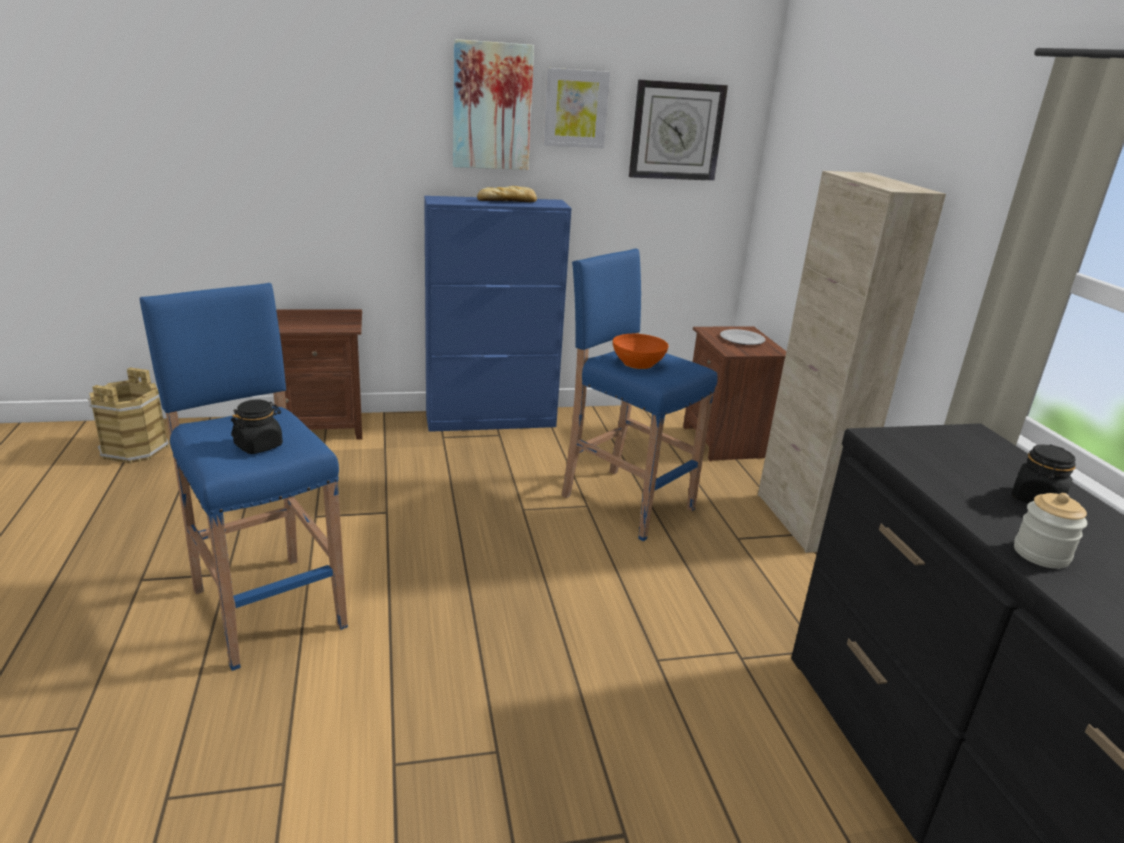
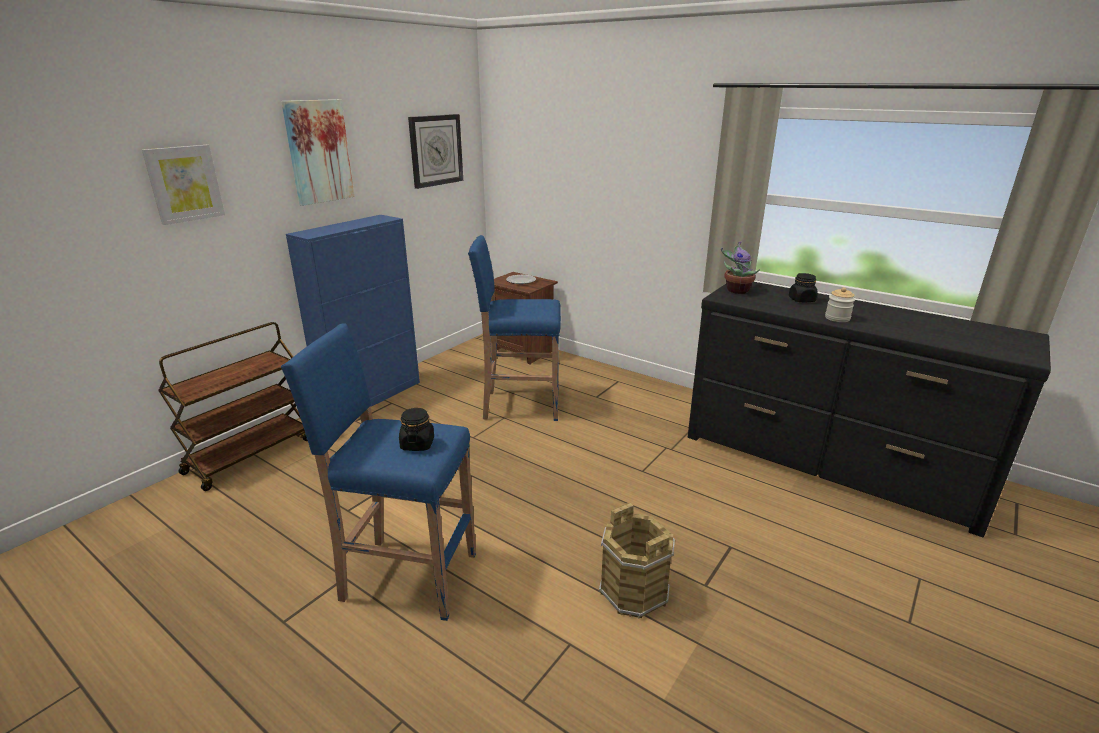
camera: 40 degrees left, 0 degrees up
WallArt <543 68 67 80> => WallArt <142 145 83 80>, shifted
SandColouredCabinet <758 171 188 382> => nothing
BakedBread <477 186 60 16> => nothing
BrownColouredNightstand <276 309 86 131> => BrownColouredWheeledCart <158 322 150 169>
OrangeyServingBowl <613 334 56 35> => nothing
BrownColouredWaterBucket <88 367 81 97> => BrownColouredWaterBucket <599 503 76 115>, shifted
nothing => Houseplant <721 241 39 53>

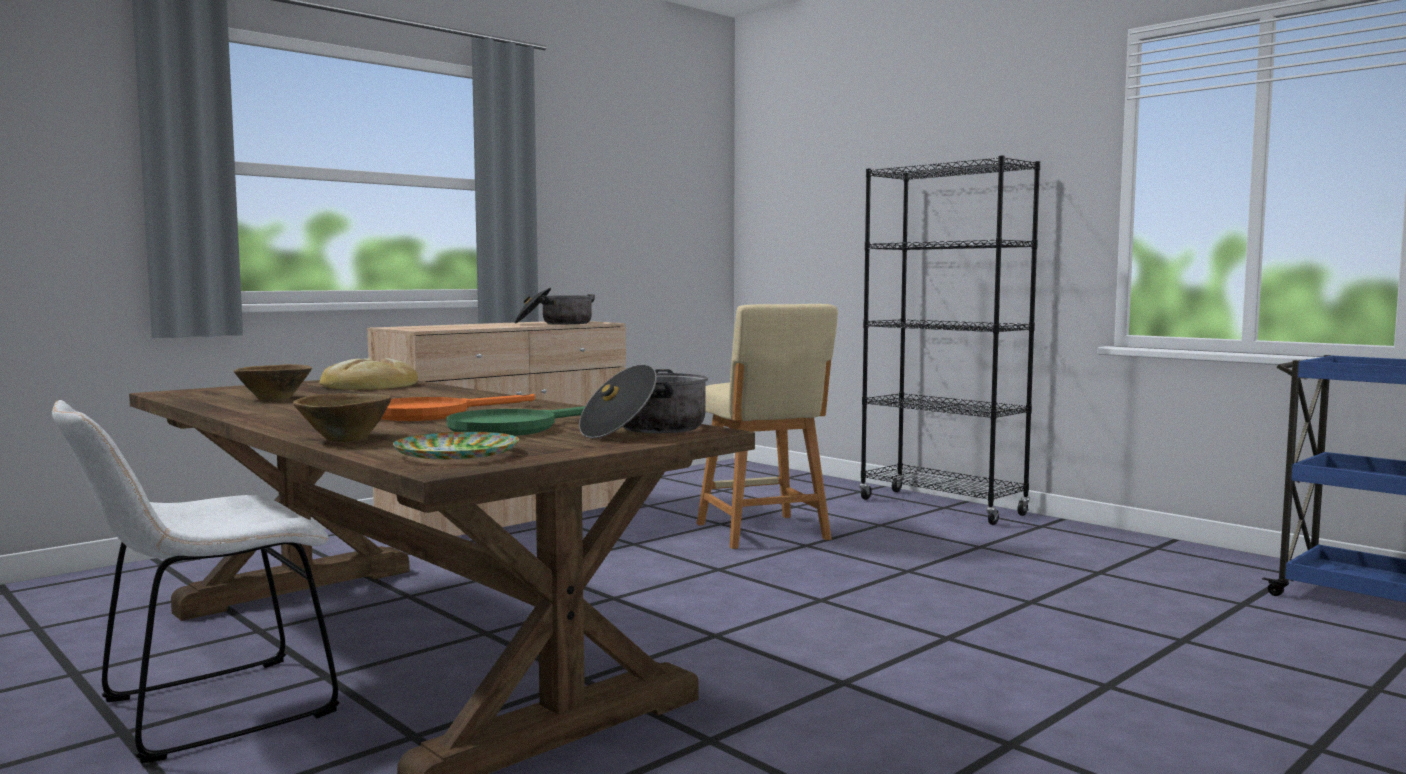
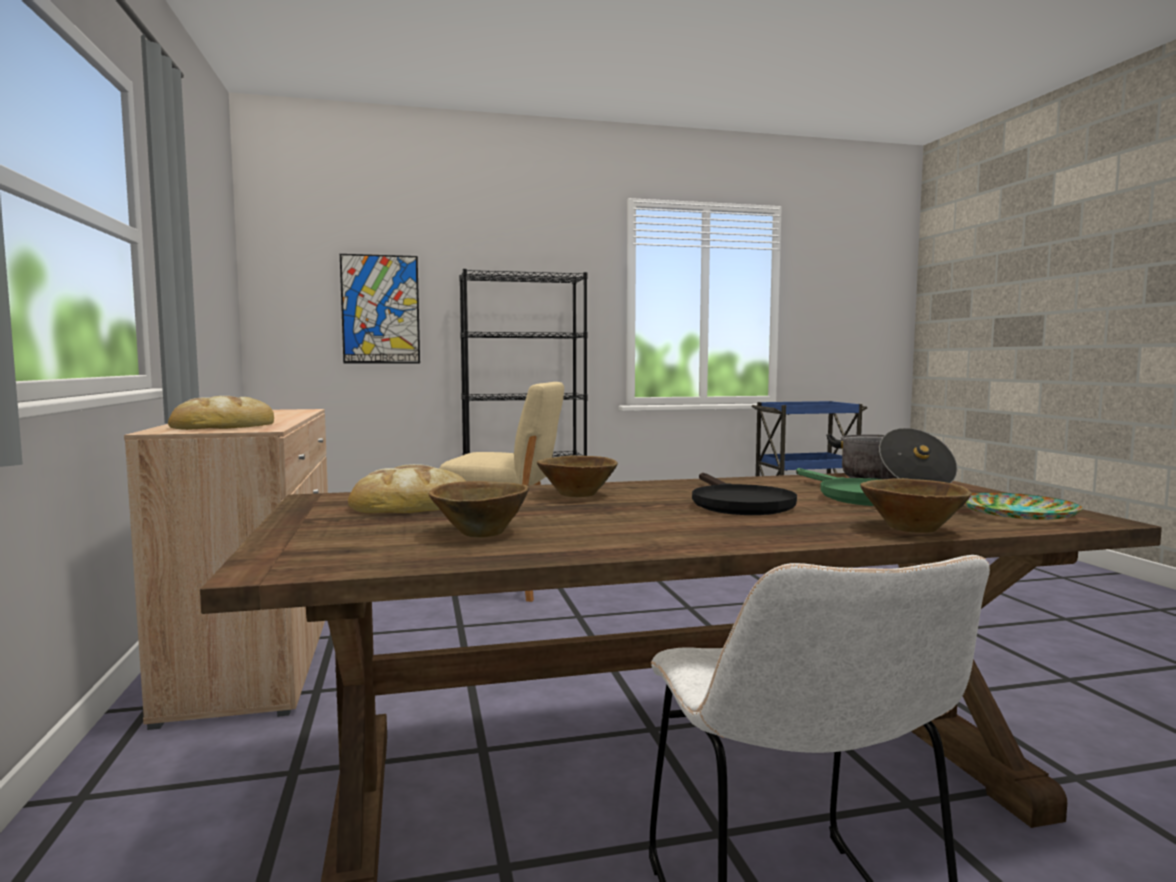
camera: 60 degrees left, 0 degrees up
Stockpot <514 288 81 36> => nothing
OrangeySkillet <381 394 154 27> => BlackSkillet <692 473 105 42>
nothing => WallArt <340 254 80 110>
nothing => BakedBread <168 396 106 34>
nothing => BrownColouredServingBowl <537 456 81 41>

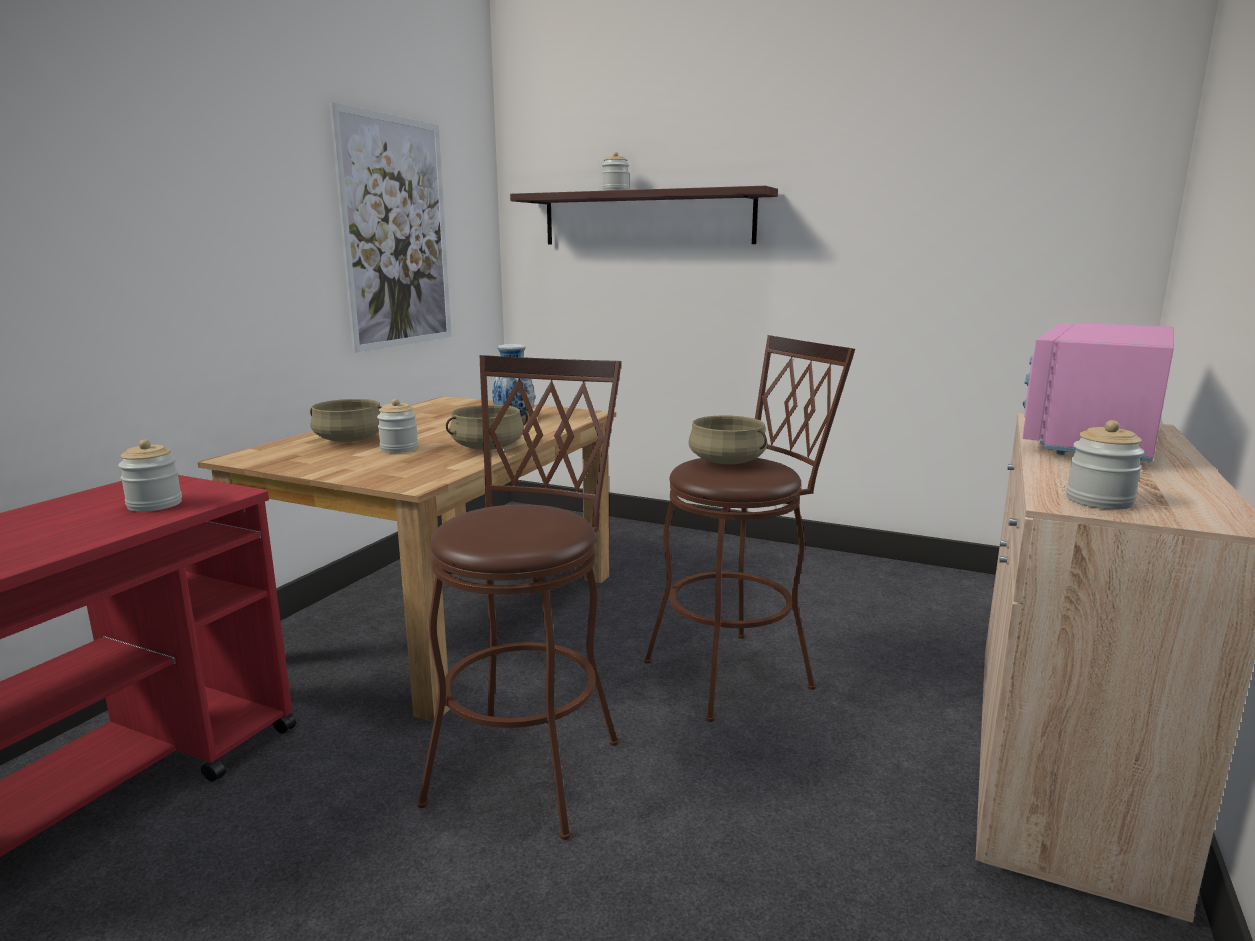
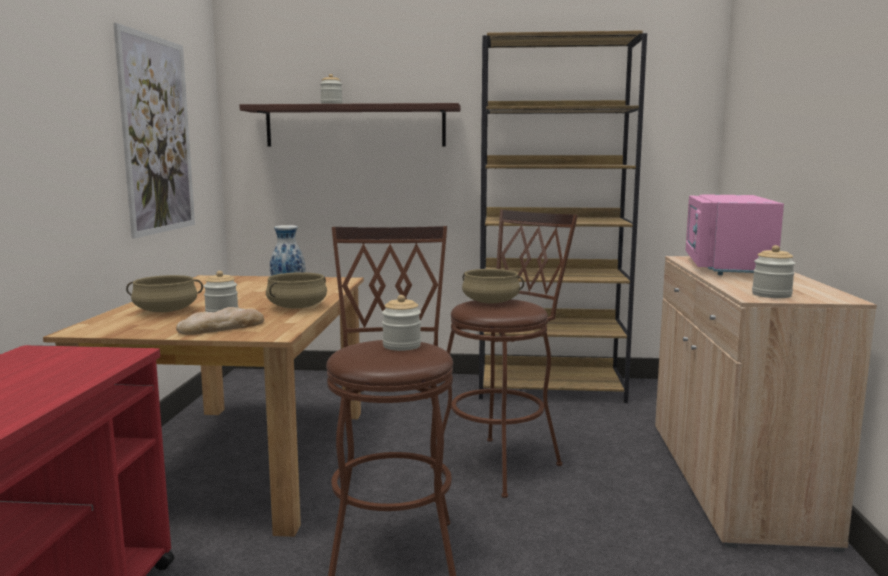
camera: 20 degrees left, 5 degrees down
PreserveJar <118 440 64 72> => PreserveJar <382 295 39 56>, shifted
nothing => BrownColouredShelvingUnit <479 30 168 373>
nothing => BakedBread <176 307 88 28>

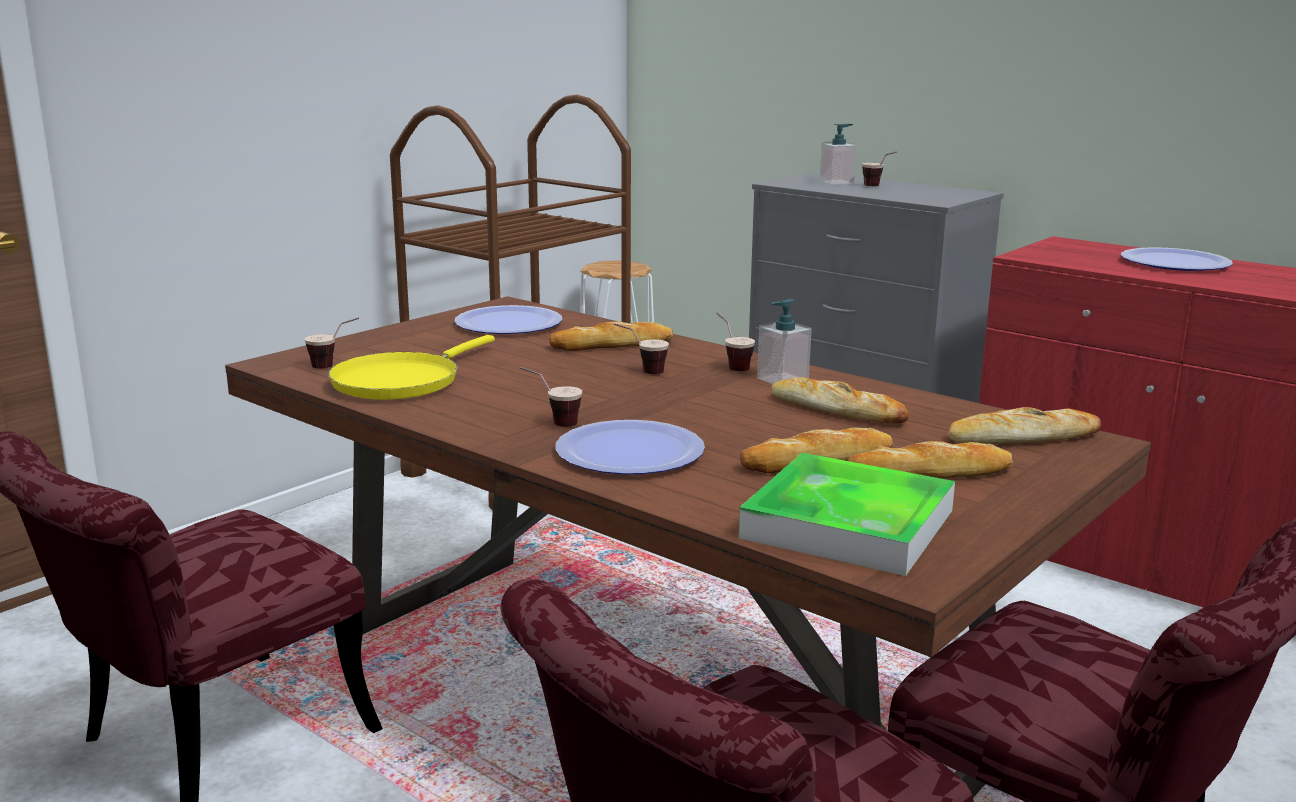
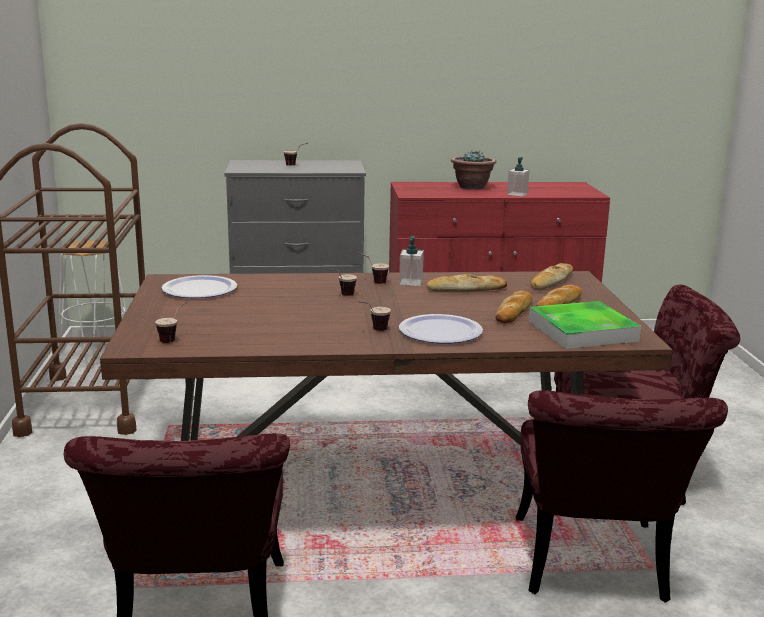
camera: 45 degrees left, 0 degrees up
SoapDispenser <820 124 37 61> => SoapDispenser <507 157 23 39>, shifted
FlatDish <1121 247 112 24> => Houseplant <451 150 45 39>
BakedBread <549 322 124 29> => nothing
YellowColouredSkillet <328 335 167 65> => nothing

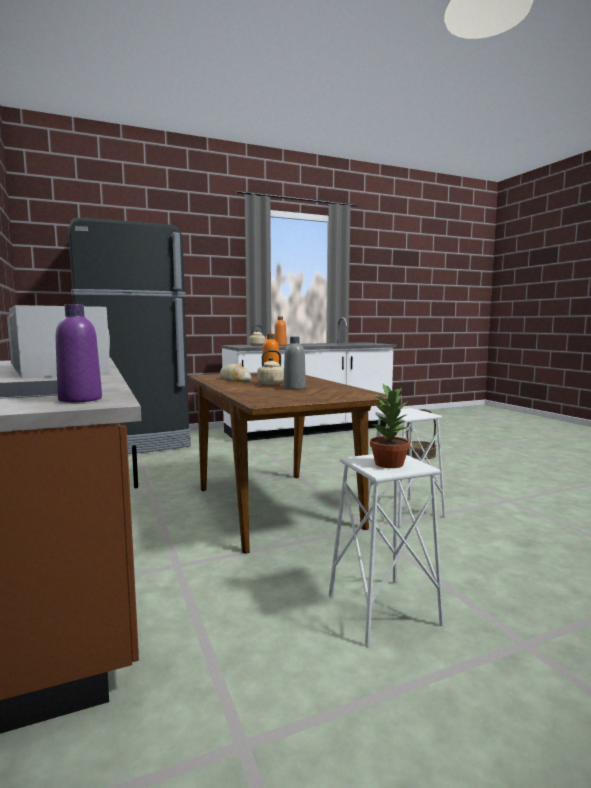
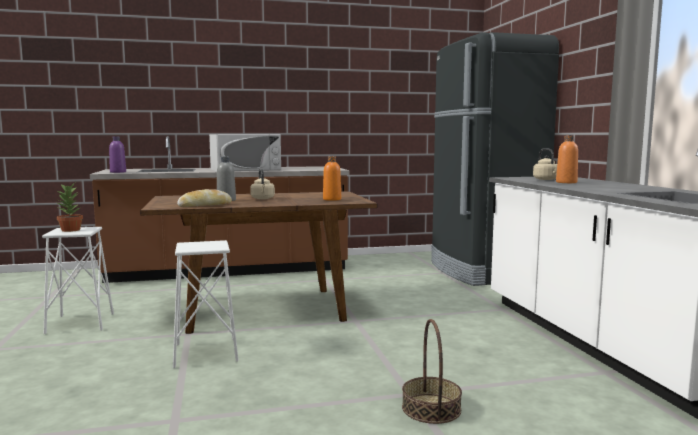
camera: 100 degrees right, 0 degrees up
BakedBread <220 364 31 18> => BakedBread <177 189 55 18>, shifted

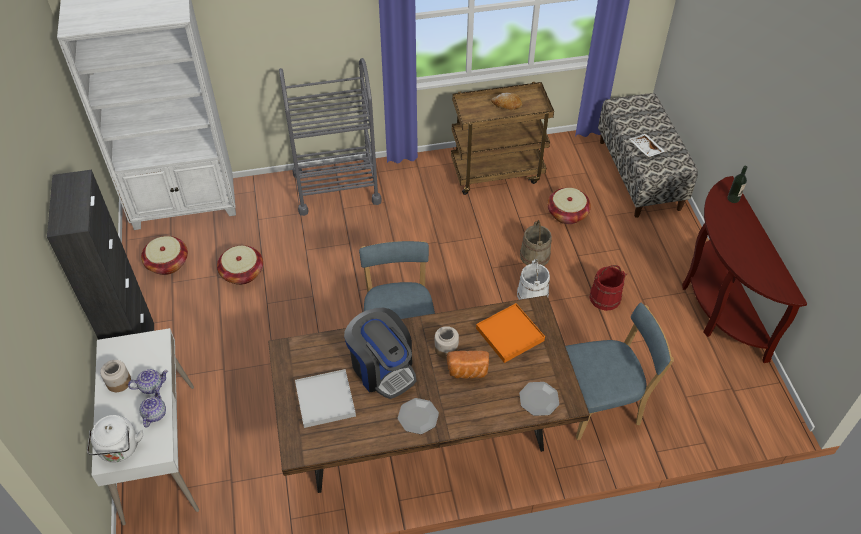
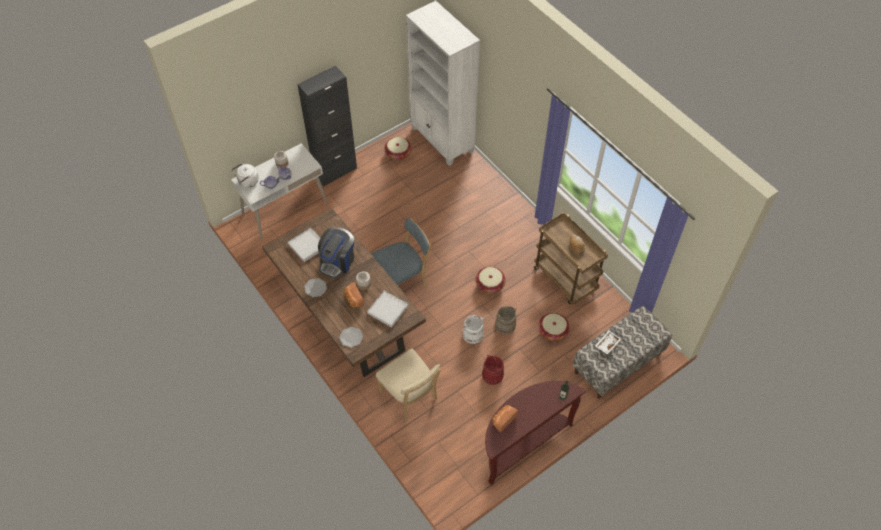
camera: 65 degrees right, 5 degrees up
GrayWheeledCart <279 58 103 158> => nothing
Basket <217 245 46 40> => Basket <475 267 31 26>, shifted
OrangeyTray <476 303 69 60> => WhiteTray <367 291 41 36>
BlueColouredPlainChair <565 303 109 137> => SandColouredPlainChair <376 349 65 73>
nothing => BakedBread <492 405 26 27>

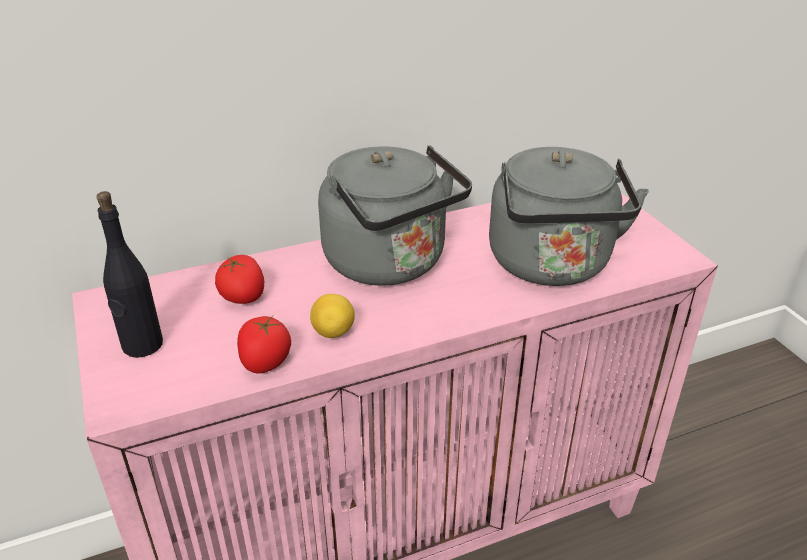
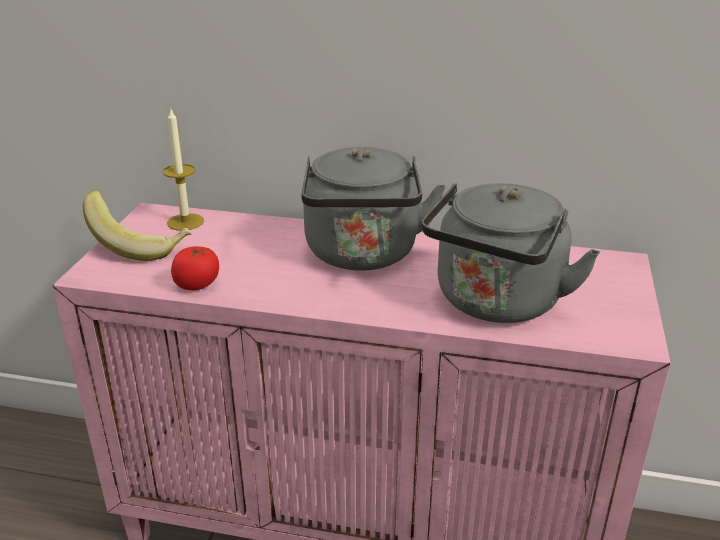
camera: 35 degrees right, 5 degrees down
BlackBeverageBottle <96 191 67 167> => BananaFruit <83 191 108 70>
WholeTomato <215 255 49 49> => nothing
Lemon <310 294 45 44> => nothing
nothing => WaxCandle <163 107 41 124>

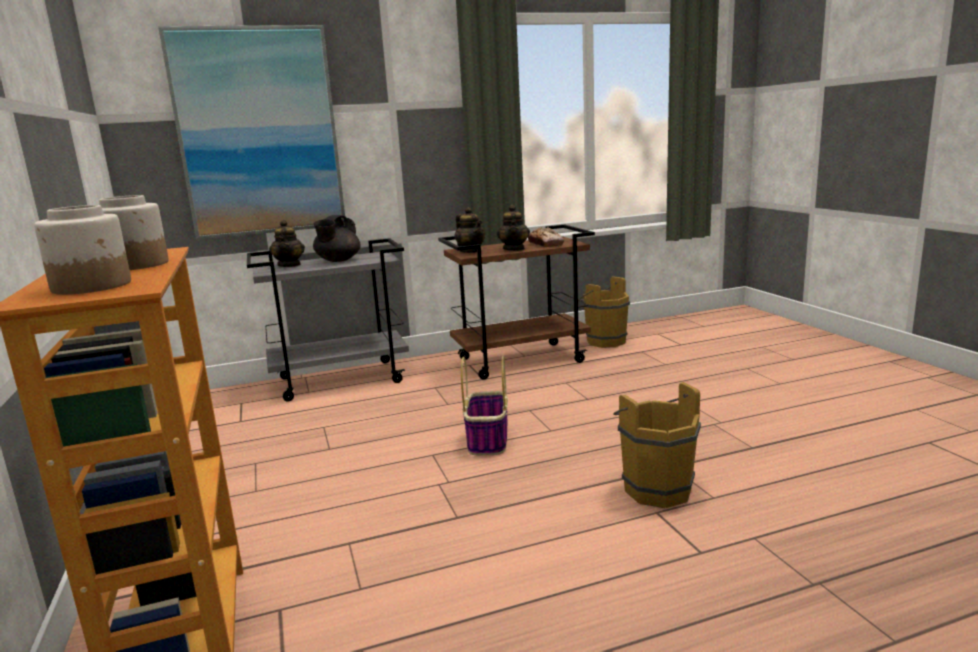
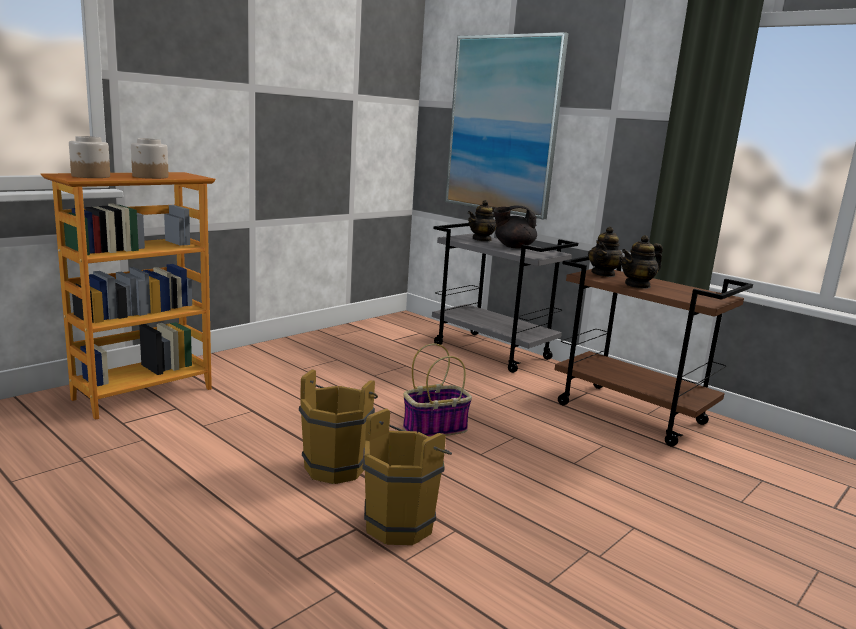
camera: 60 degrees right, 0 degrees up
BakedBread <528 227 36 20> => nothing
BrownColouredWaterBucket <578 276 52 72> => BrownColouredWaterBucket <299 369 79 115>, shifted

